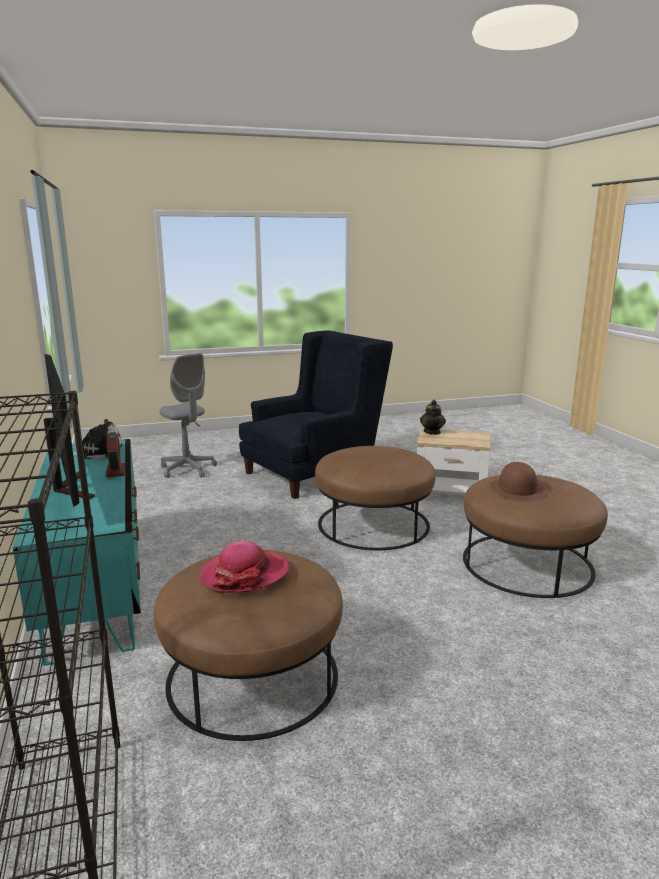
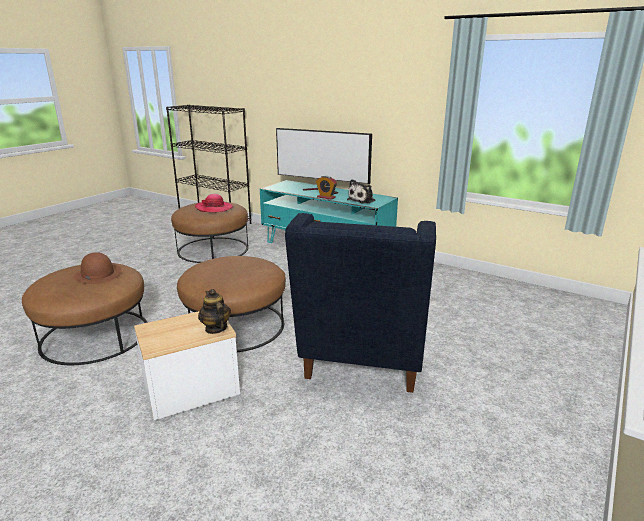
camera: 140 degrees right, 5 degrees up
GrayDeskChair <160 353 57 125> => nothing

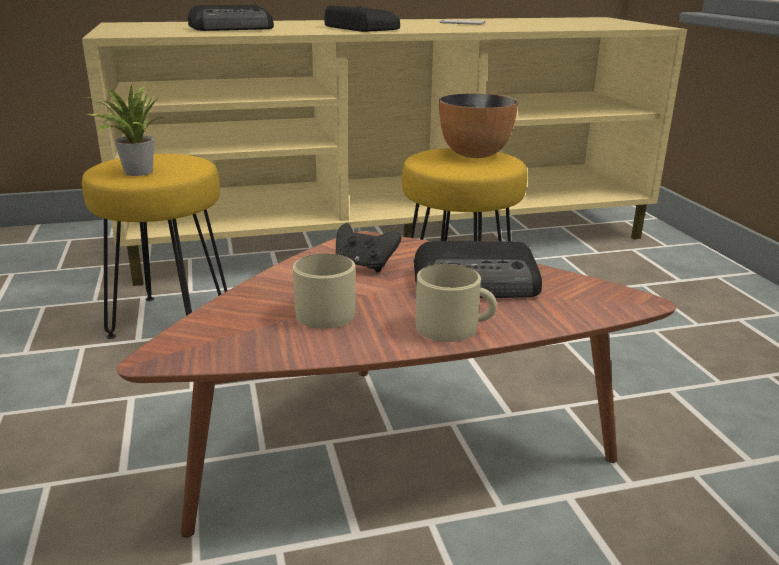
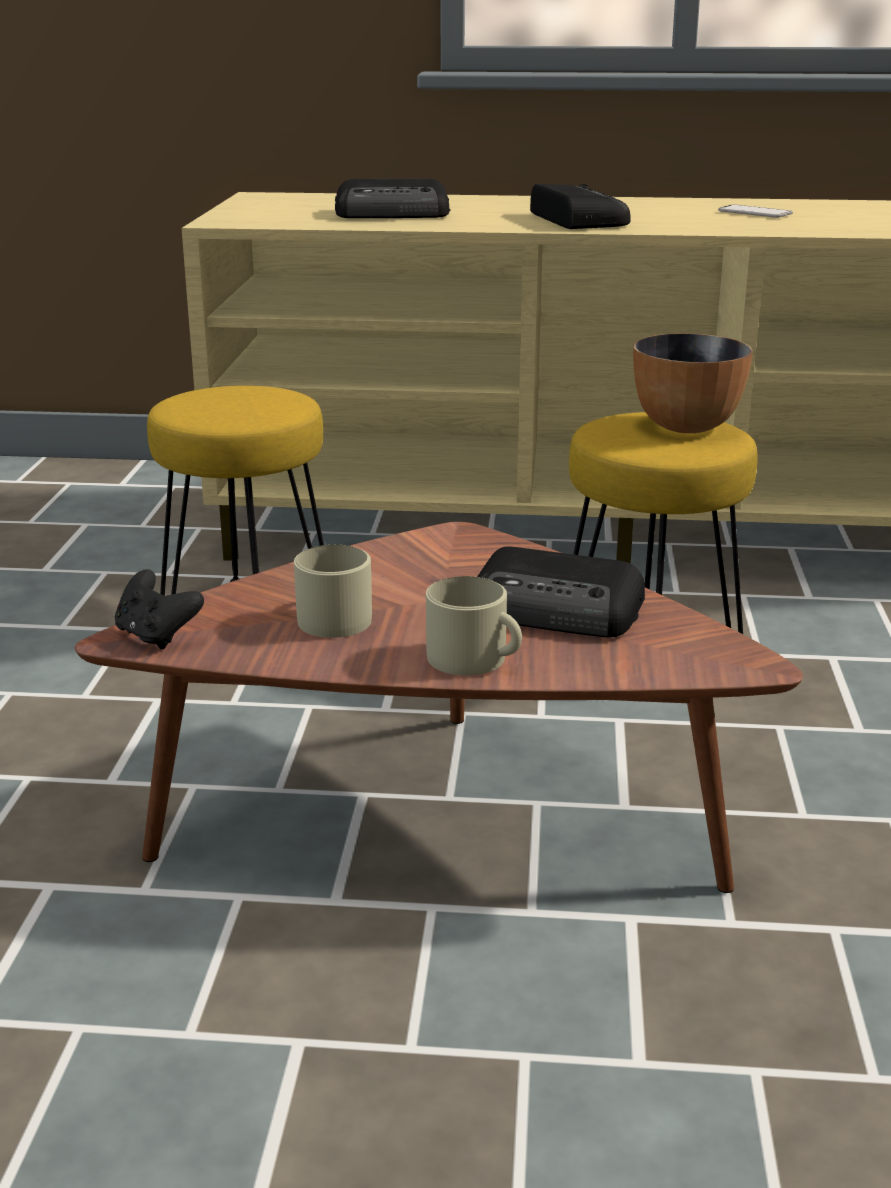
camera: 20 degrees right, 0 degrees up
Houseplant <86 84 79 92> => nothing
BlackGameController <336 223 65 49> => BlackGameController <115 569 89 80>, shifted

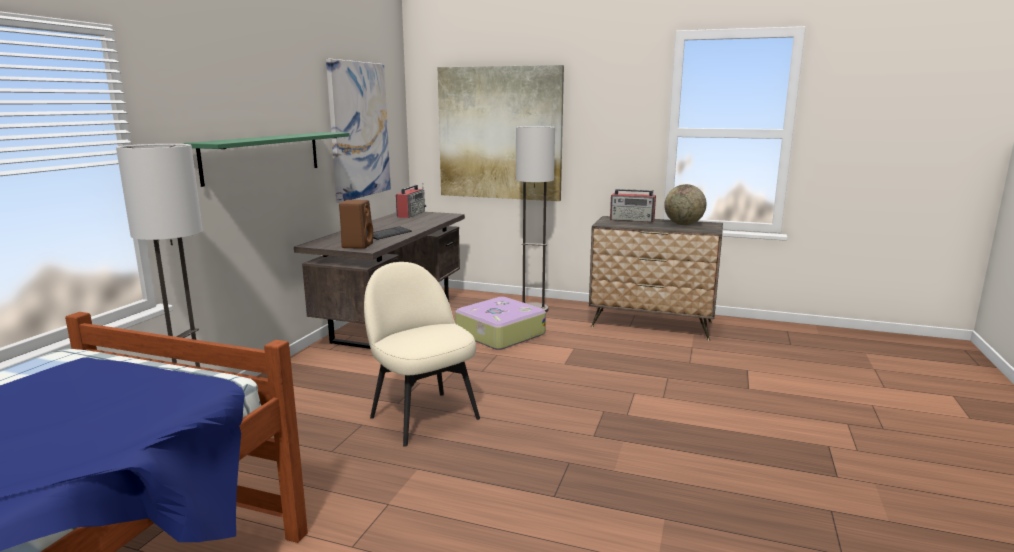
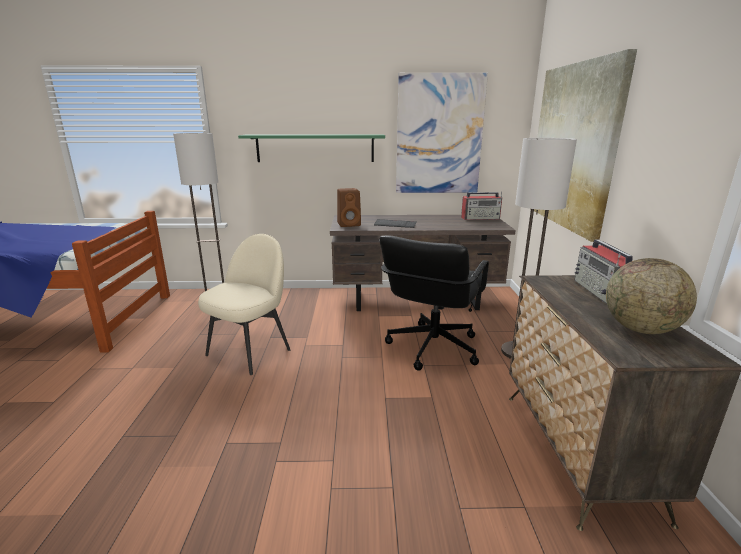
camera: 70 degrees right, 5 degrees up
Suitcase <455 297 91 53> => BlackDeskChair <379 235 110 136>

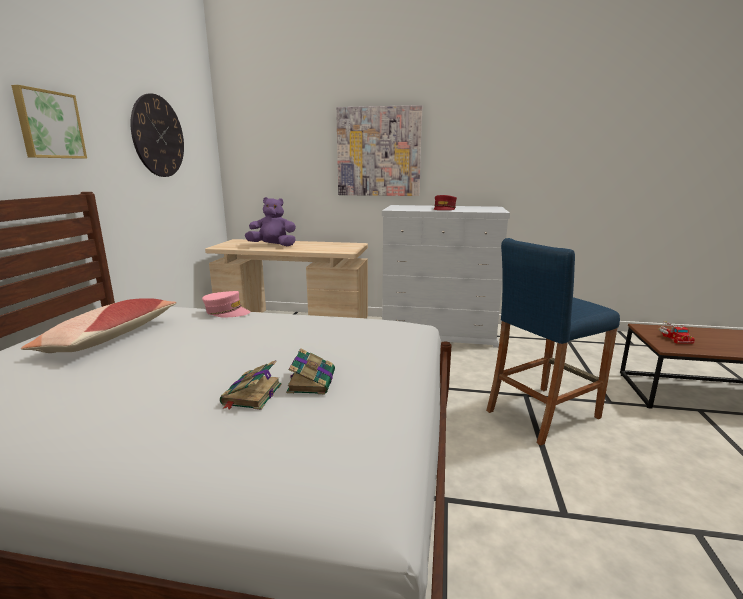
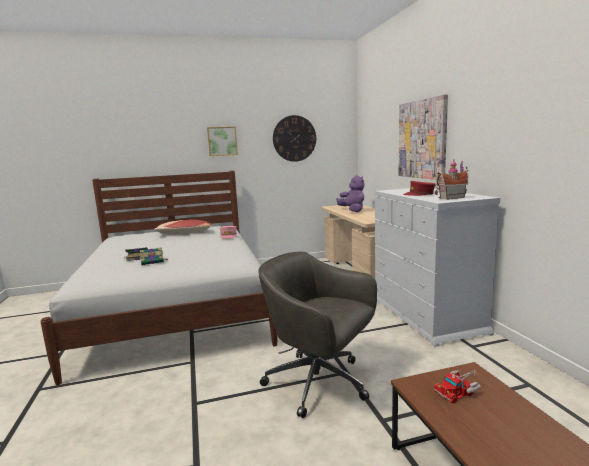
camera: 65 degrees right, 5 degrees down
BlueColouredStool <486 238 134 208> => GrayDeskChair <258 252 119 166>
nothing => MiniatureHouse <435 159 34 41>

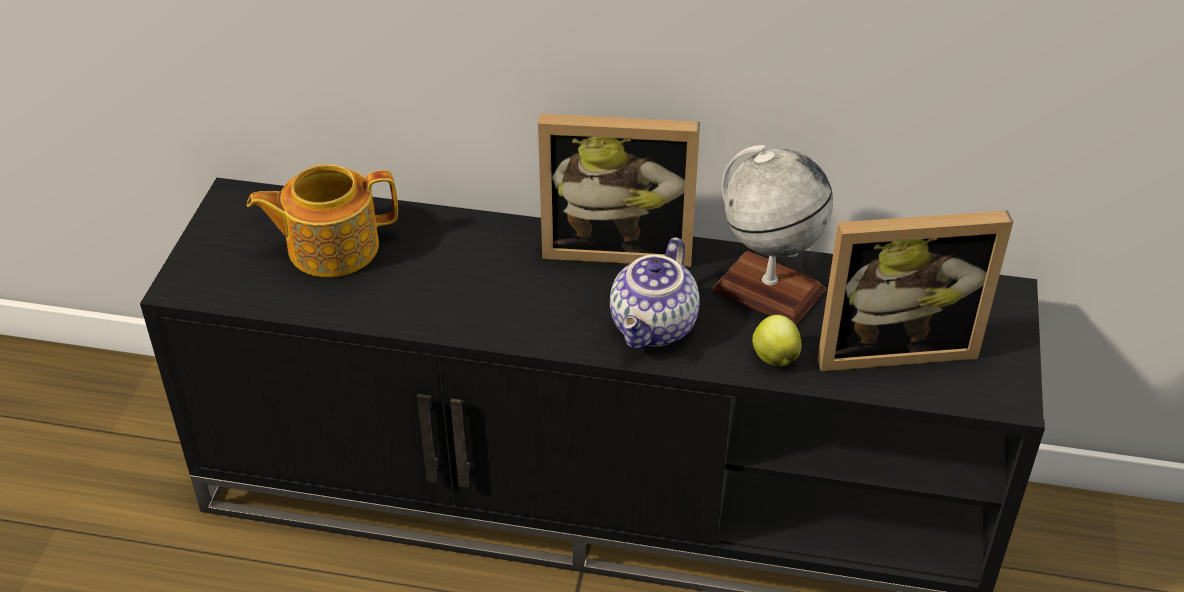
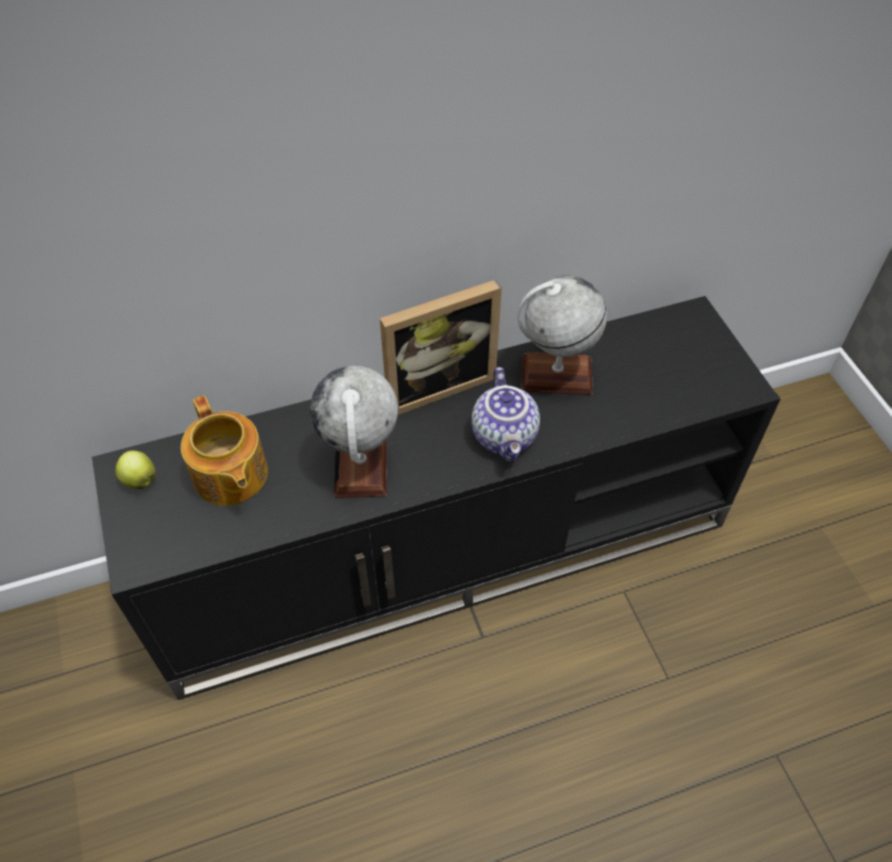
camera: 30 degrees left, 10 degrees up
PotForTea <247 164 151 113> => PotForTea <181 395 87 111>, 75 degrees counterclockwise
PictureFrame <817 210 196 161> => nothing
WholeApple <752 315 50 52> => WholeApple <115 451 41 38>, shifted
nothing => Globe <310 366 88 132>

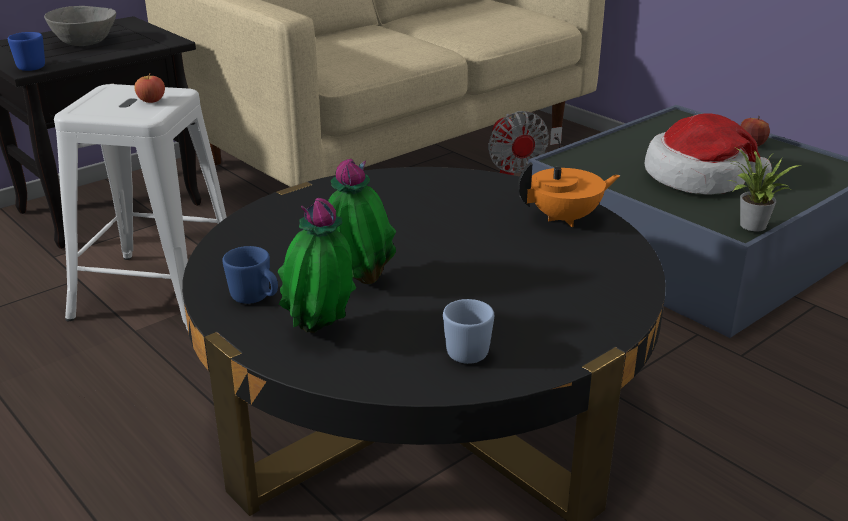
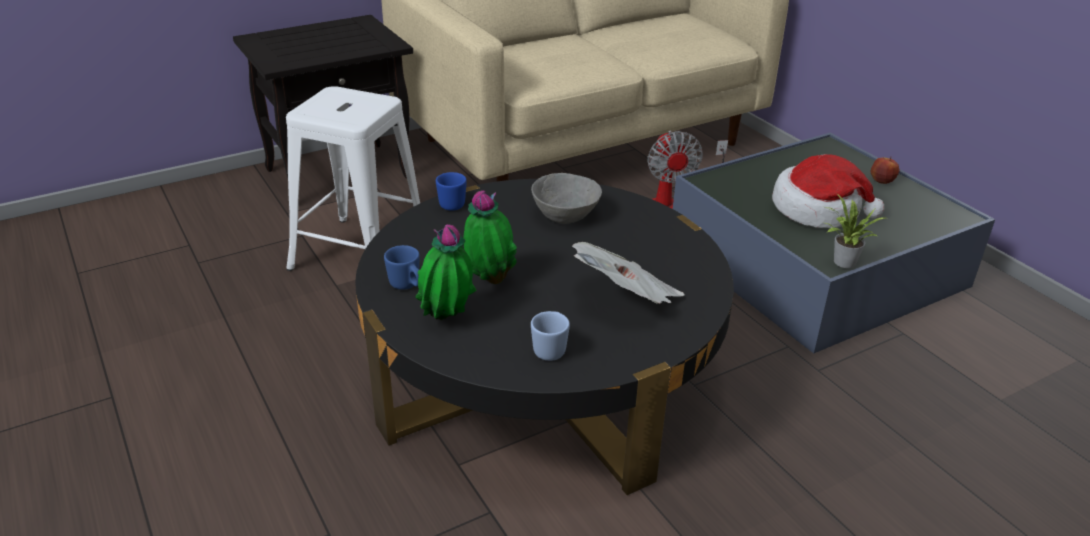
camera: 10 degrees right, 5 degrees up
GrayServingBowl <44 6 72 40> => GrayServingBowl <531 173 71 51>, shifted
BlueColouredMug <8 32 37 39> => BlueColouredMug <436 172 31 39>, shifted
WholeApple <134 73 31 30> => nothing
OrangeyPotForTea <518 162 102 65> => nothing
nothing => DailyPaper <572 242 113 62>

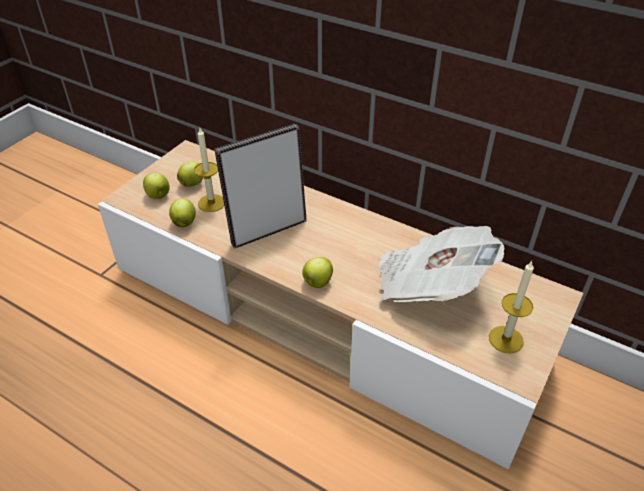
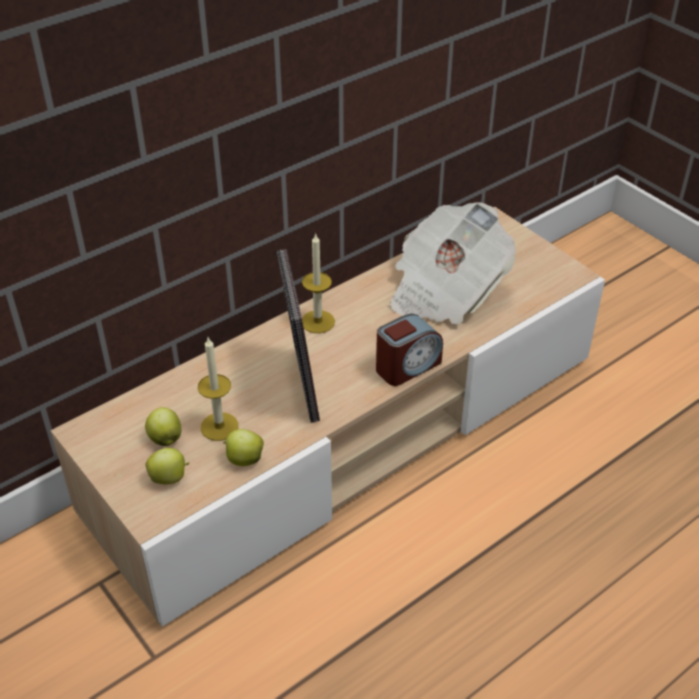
camera: 70 degrees left, 0 degrees up
WholeApple <302 257 31 31> => AlarmClock <376 314 67 72>
WaxCandle <489 261 45 92> => WaxCandle <302 233 33 100>, shifted

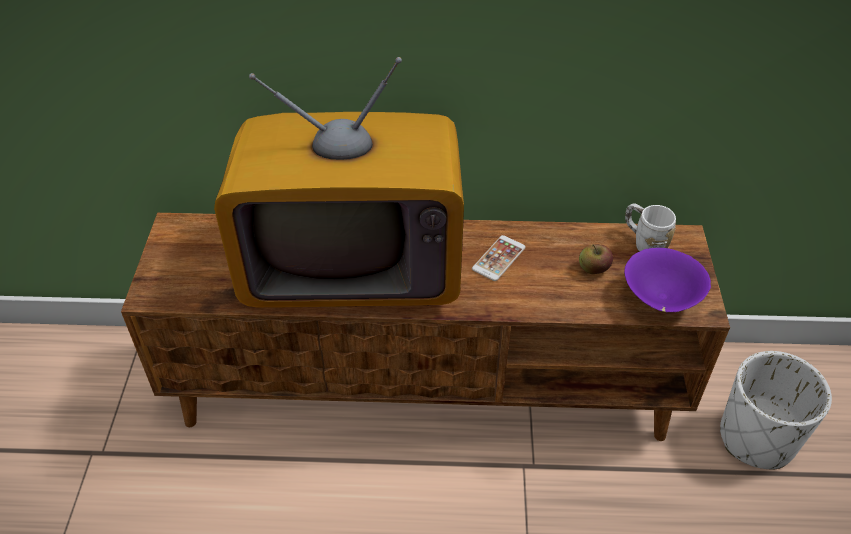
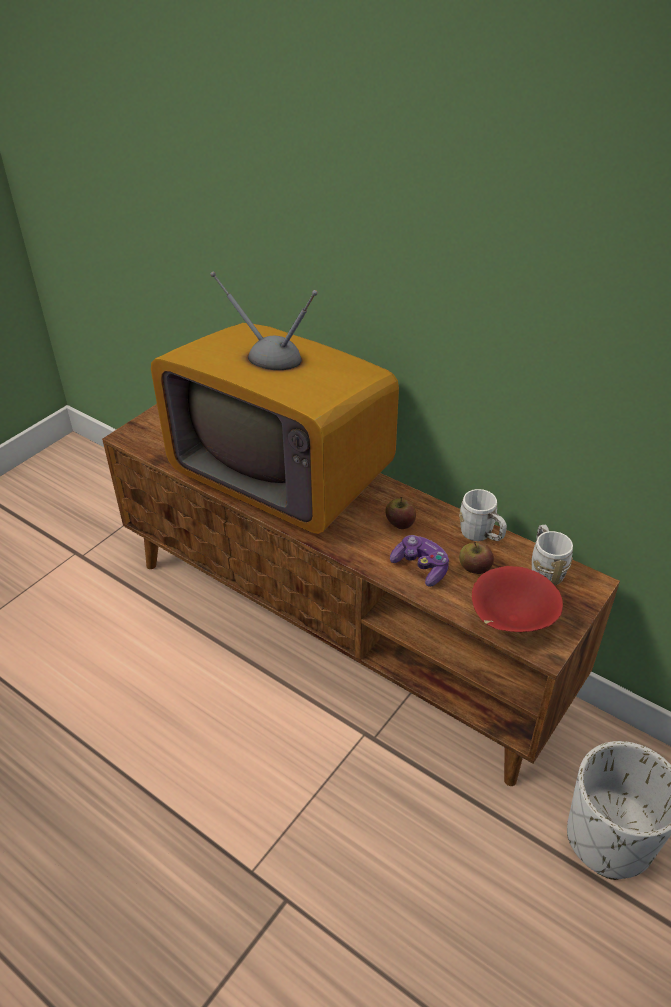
camera: 35 degrees right, 5 degrees down
Phone <472 235 54 46> => WholeApple <385 497 31 32>
PurpleServingBowl <624 248 87 64> => RedServingBowl <472 566 91 66>
nothing => WhiteMug <460 489 47 52>
nothing => GameController <390 535 59 52>

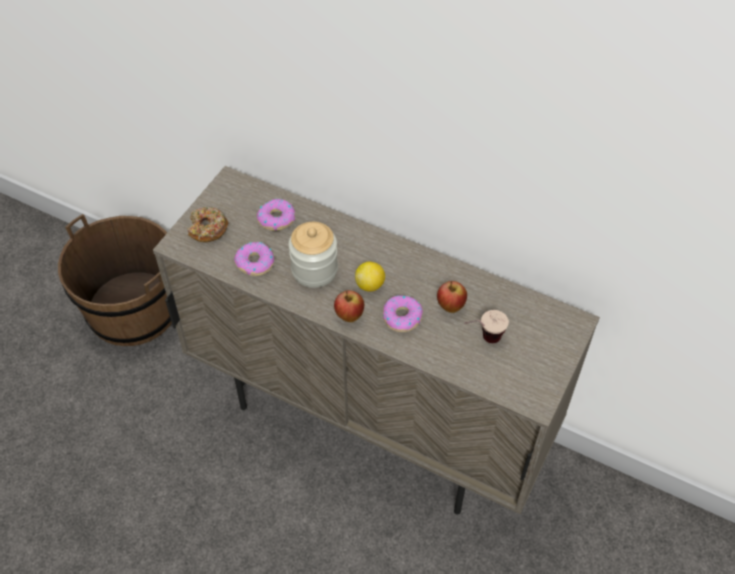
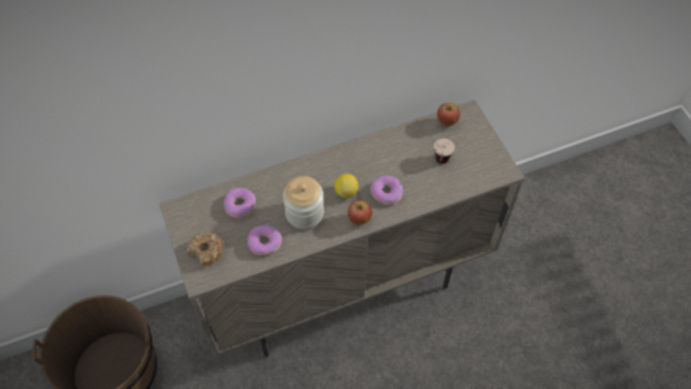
camera: 50 degrees left, 5 degrees up
WholeApple <437 281 30 32> => WholeApple <437 103 23 23>, shifted

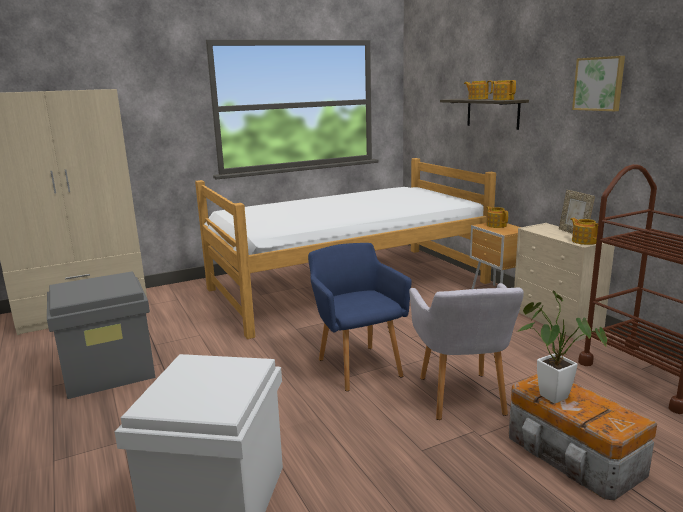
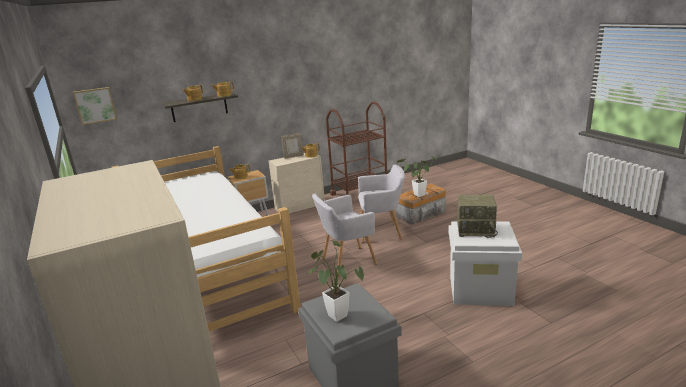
camera: 90 degrees left, 5 degrees up
WallArt <572 56 53 55> => WallArt <73 87 44 38>, shifted
BlueColouredArmchair <308 243 104 148> => GrayArmchair <312 194 65 82>
nothing => RadioReceiver <457 195 41 43>
nothing => Houseplant <308 241 56 81>

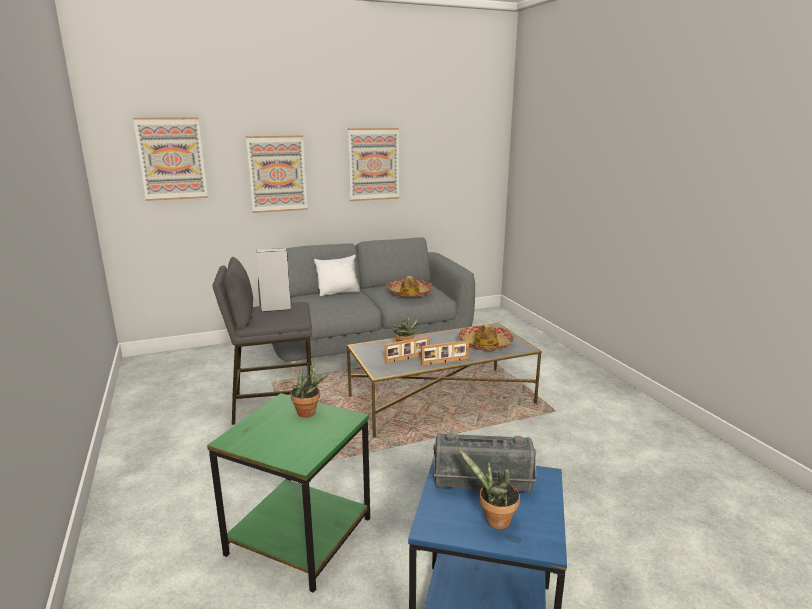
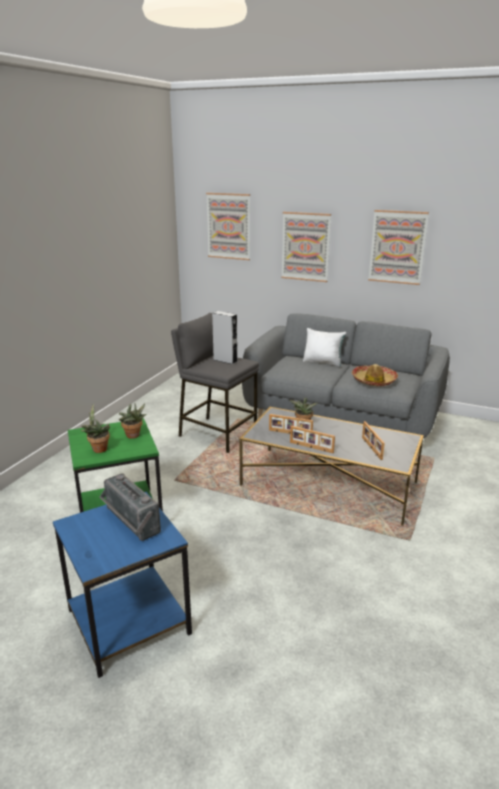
camera: 45 degrees right, 5 degrees up
WearableHat <458 324 56 27> => PictureFrame <362 421 23 39>
Houseplant <458 448 62 81> => Houseplant <81 403 29 50>, shifted

